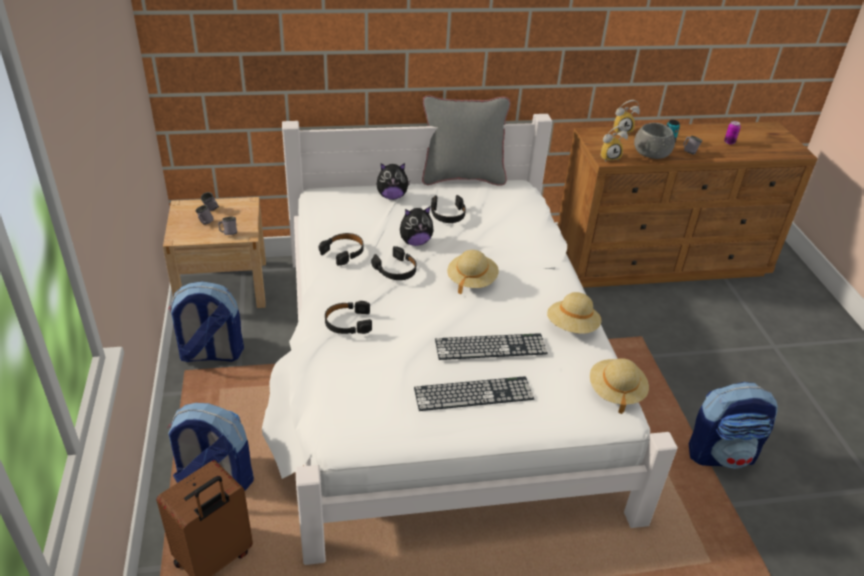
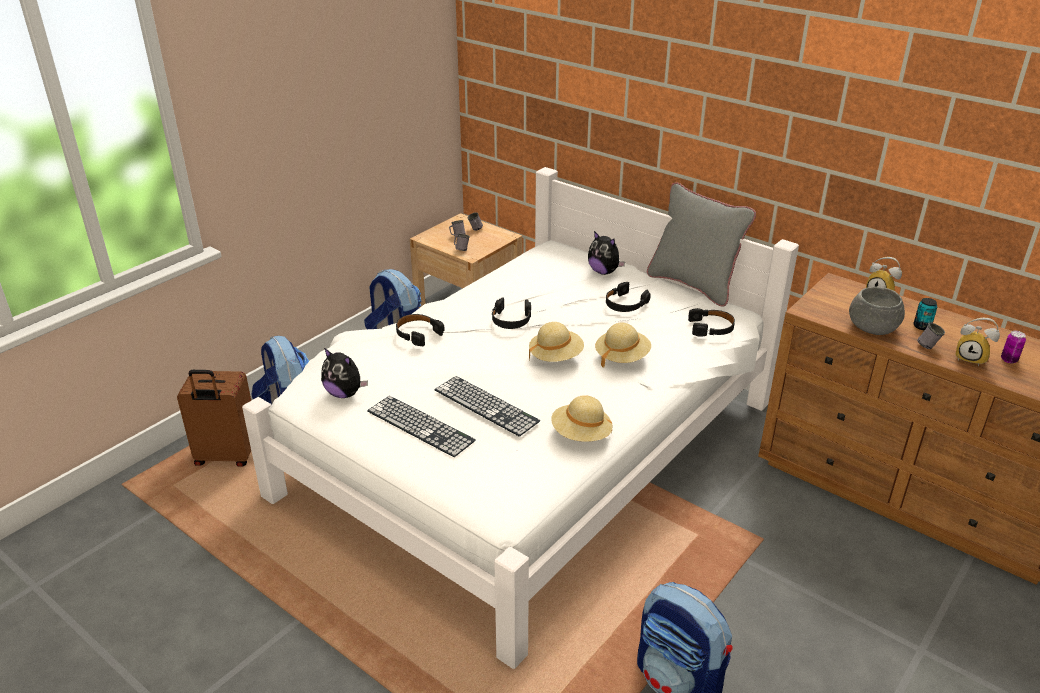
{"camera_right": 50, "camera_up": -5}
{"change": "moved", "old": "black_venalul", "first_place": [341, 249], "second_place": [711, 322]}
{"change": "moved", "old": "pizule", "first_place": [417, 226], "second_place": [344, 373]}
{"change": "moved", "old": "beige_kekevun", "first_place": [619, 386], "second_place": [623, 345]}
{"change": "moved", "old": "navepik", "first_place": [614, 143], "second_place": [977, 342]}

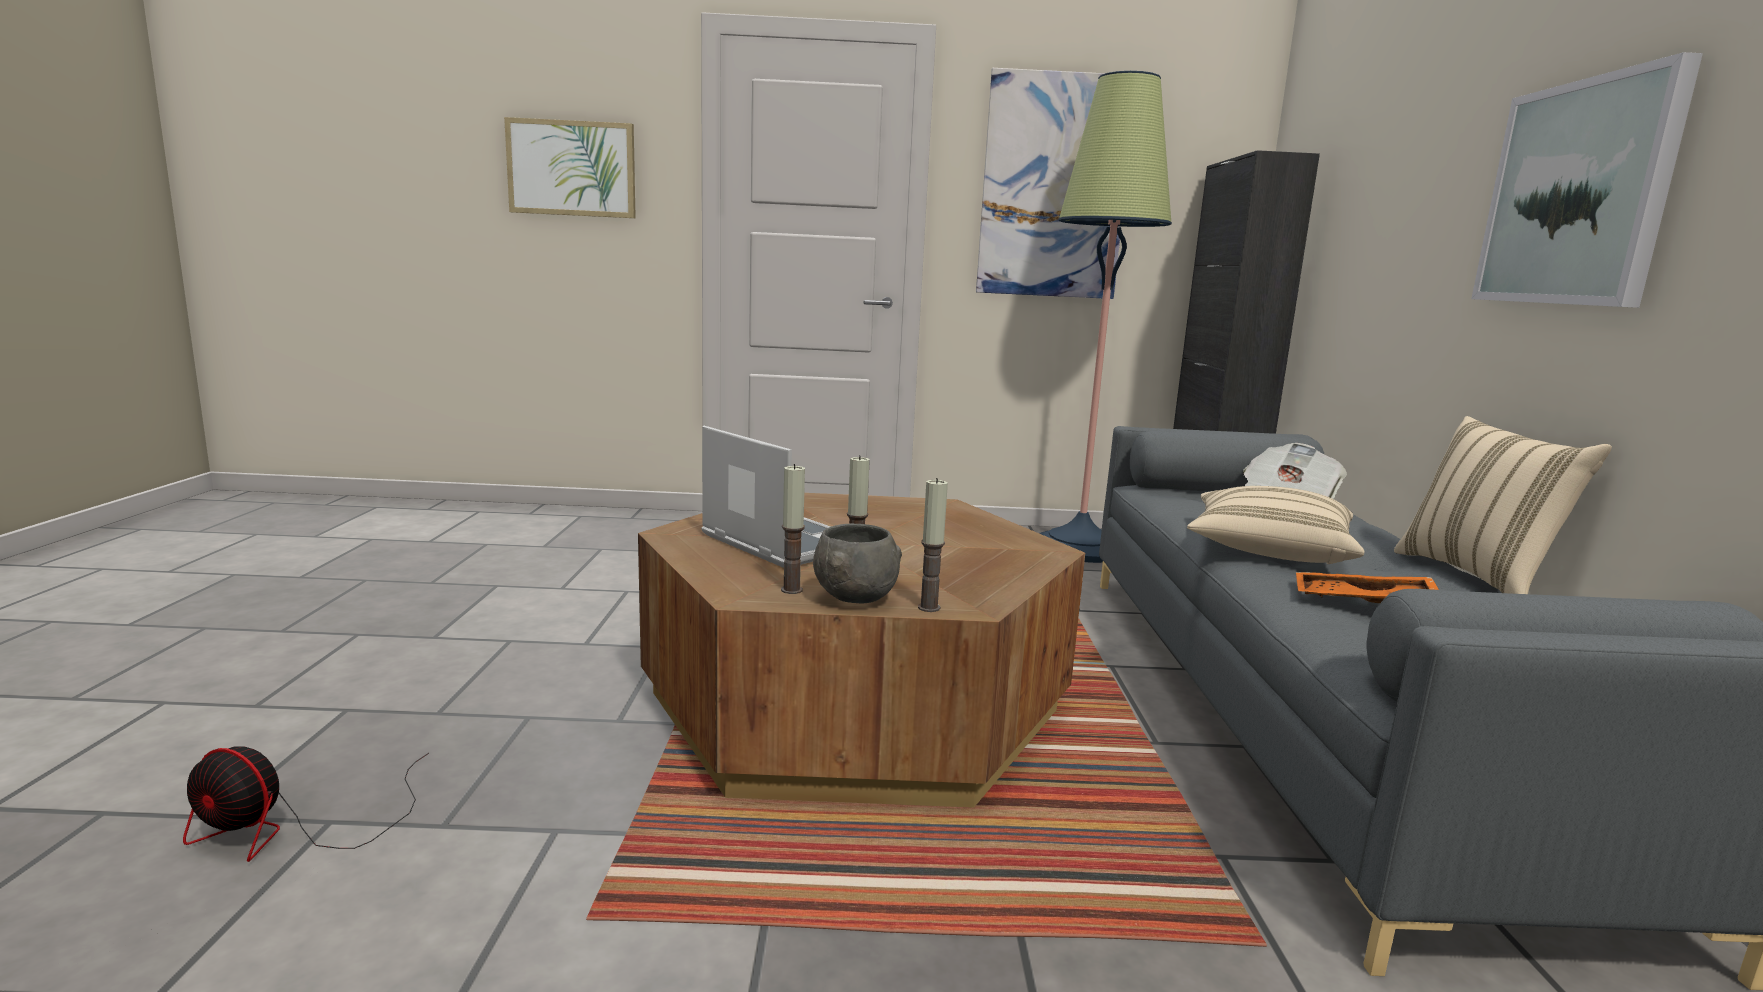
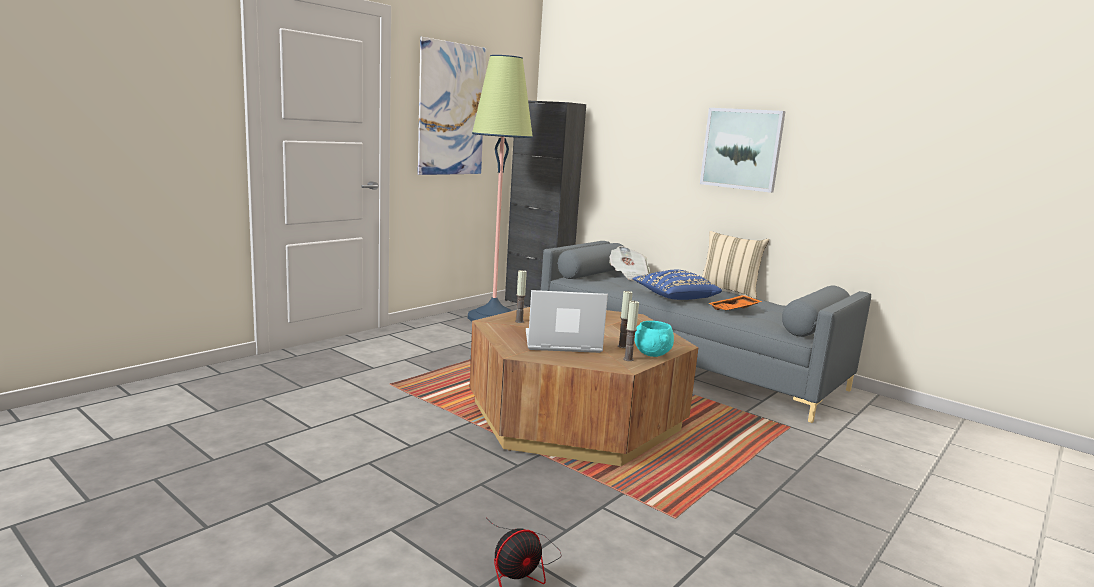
{"camera_right": -50, "camera_up": 0}
{"change": "removed", "old": "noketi", "first_place": [570, 167]}
{"change": "moved", "old": "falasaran", "first_place": [933, 545], "second_place": [521, 296]}
{"change": "recoloured", "old": "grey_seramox", "new": "turquoise_seramox", "first_place": [857, 563], "second_place": [654, 339]}
{"change": "recoloured", "old": "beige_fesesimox", "new": "blue_fesesimox", "first_place": [1275, 525], "second_place": [677, 285]}

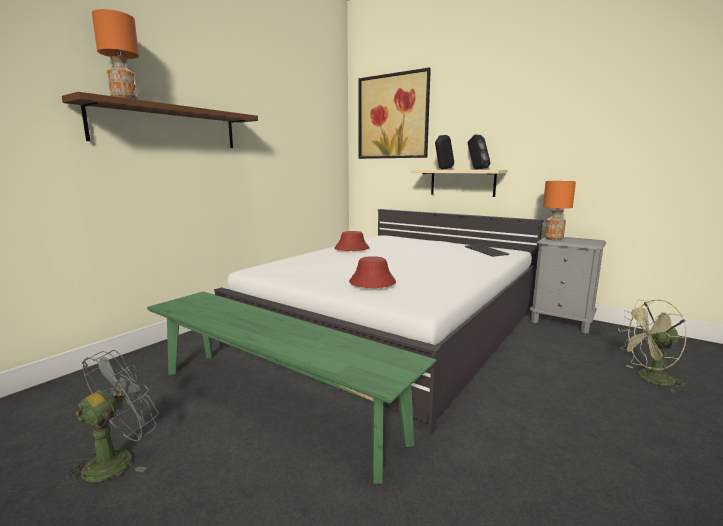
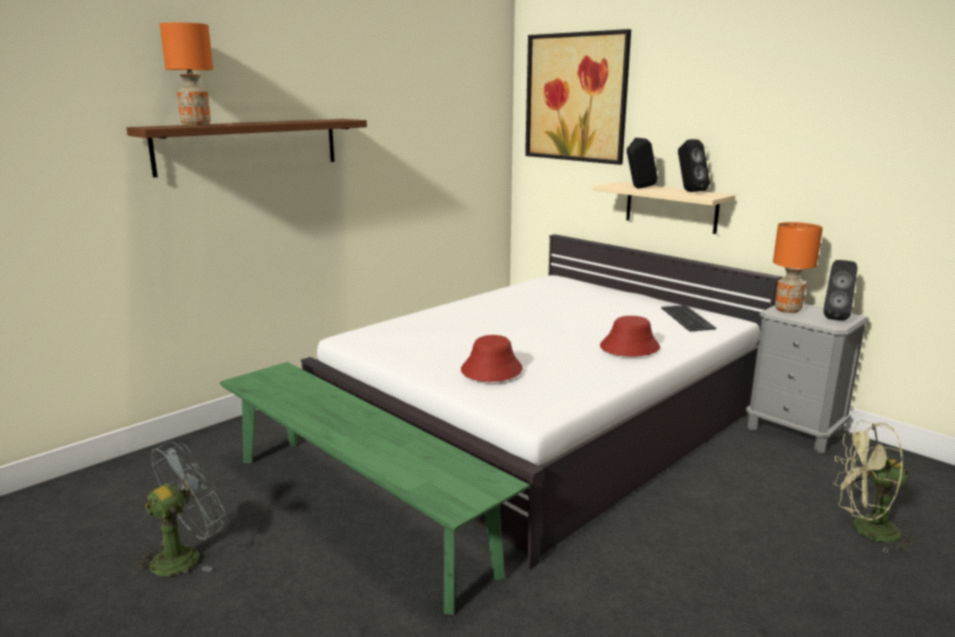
{"camera_right": 10, "camera_up": 5}
{"change": "added", "new": "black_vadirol", "second_place": [840, 290]}
{"change": "moved", "old": "red_kekevun", "first_place": [352, 241], "second_place": [630, 336]}

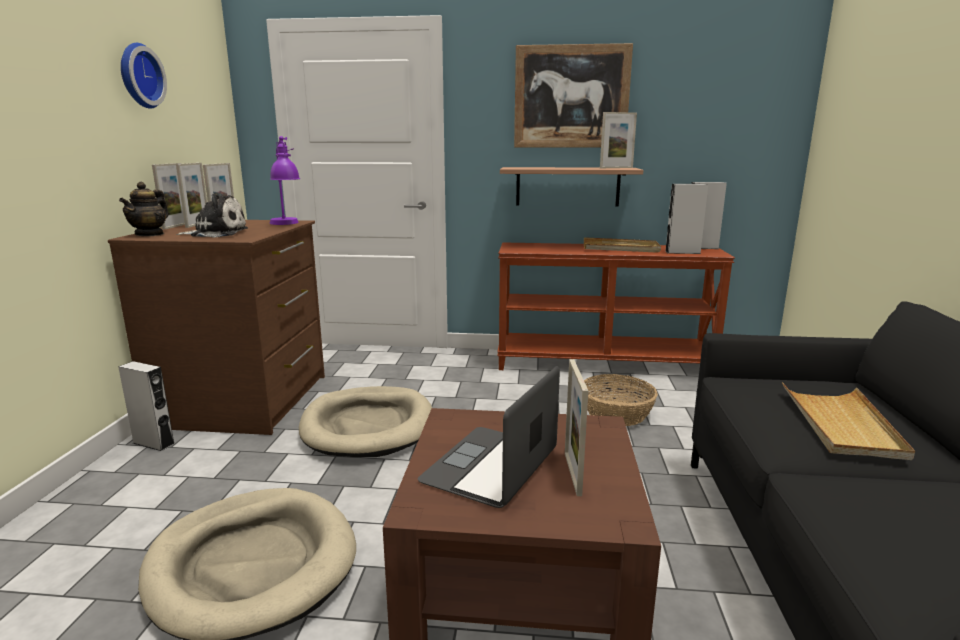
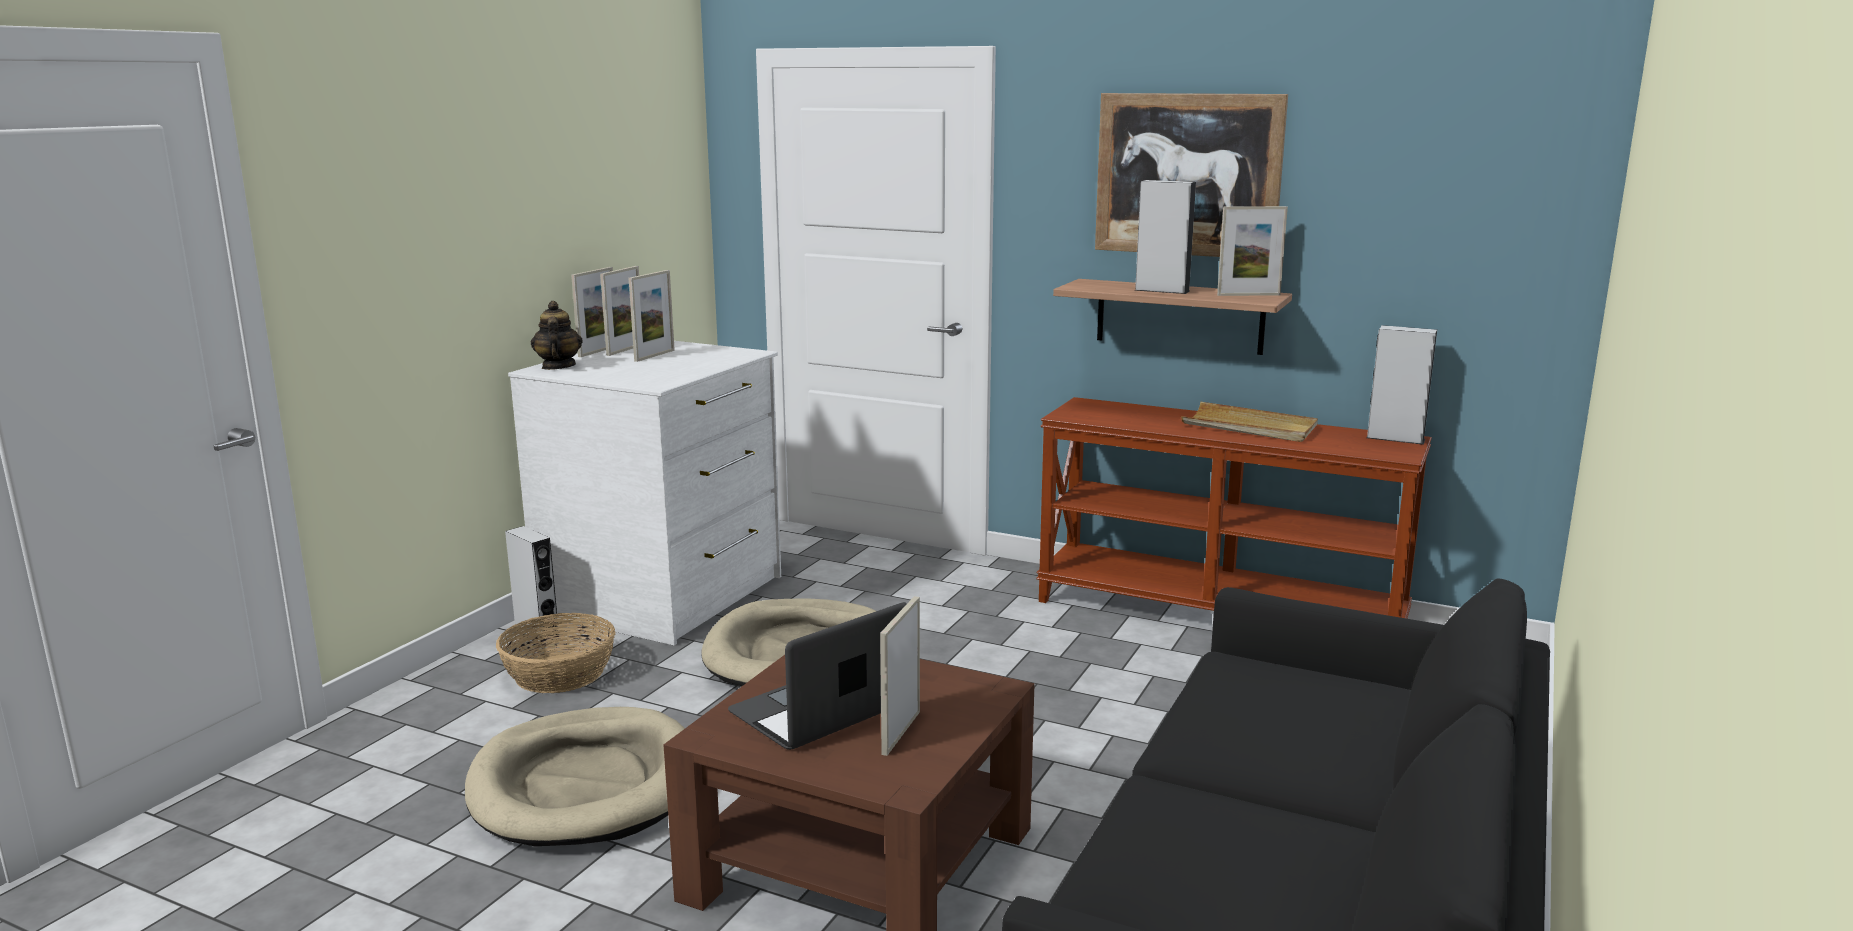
{"camera_right": 20, "camera_up": 0}
{"change": "removed", "old": "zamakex", "first_place": [144, 76]}
{"change": "removed", "old": "pizule", "first_place": [212, 216]}
{"change": "removed", "old": "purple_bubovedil", "first_place": [284, 180]}
{"change": "removed", "old": "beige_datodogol", "first_place": [848, 421]}
{"change": "moved", "old": "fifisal", "first_place": [621, 400], "second_place": [556, 653]}
{"change": "moved", "old": "grey_vadirol", "first_place": [686, 219], "second_place": [1165, 237]}
{"change": "recoloured", "old": "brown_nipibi", "new": "white_nipibi", "first_place": [216, 327], "second_place": [644, 493]}
{"change": "turned", "old": "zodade", "first_place": [144, 209], "second_place": [557, 335], "degrees": 135}

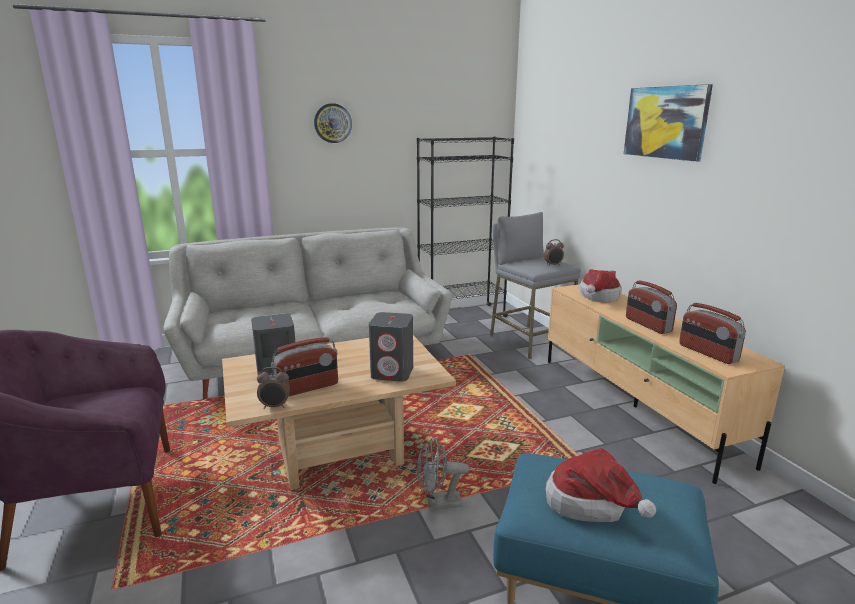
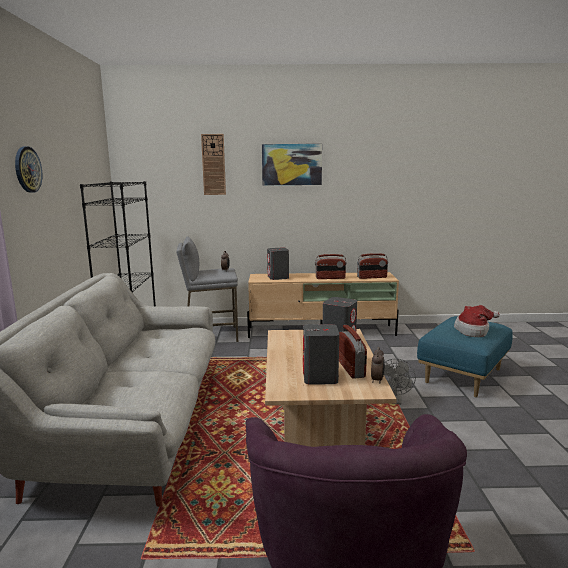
{"camera_right": -70, "camera_up": -5}
{"change": "added", "new": "zamakex", "second_place": [213, 164]}
{"change": "replaced", "old": "kekevun", "new": "grey_vadirol", "first_place": [601, 285], "second_place": [278, 264]}

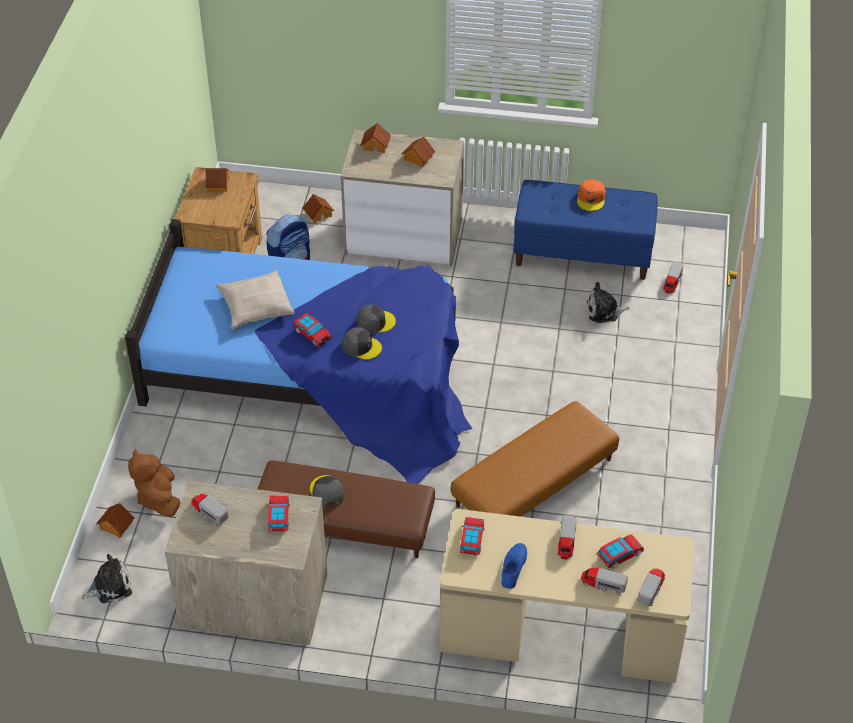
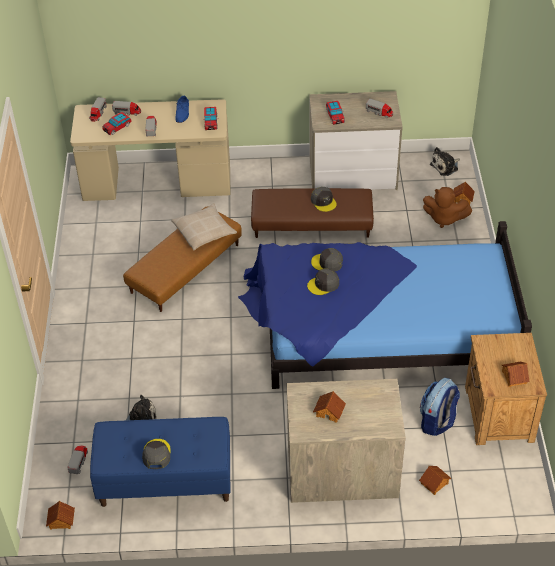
{"camera_right": 170, "camera_up": 0}
{"change": "removed", "old": "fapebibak", "first_place": [312, 330]}
{"change": "moved", "old": "beige_fesesimox", "first_place": [255, 299], "second_place": [204, 226]}
{"change": "moved", "old": "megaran", "first_place": [376, 138], "second_place": [60, 515]}
{"change": "recoloured", "old": "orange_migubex", "new": "grey_migubex", "first_place": [591, 195], "second_place": [156, 454]}
{"change": "turned", "old": "brown_pizule", "first_place": [154, 483], "second_place": [448, 207], "degrees": 135}

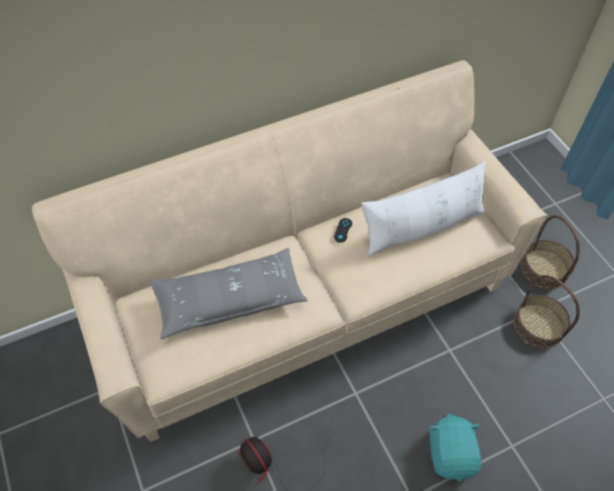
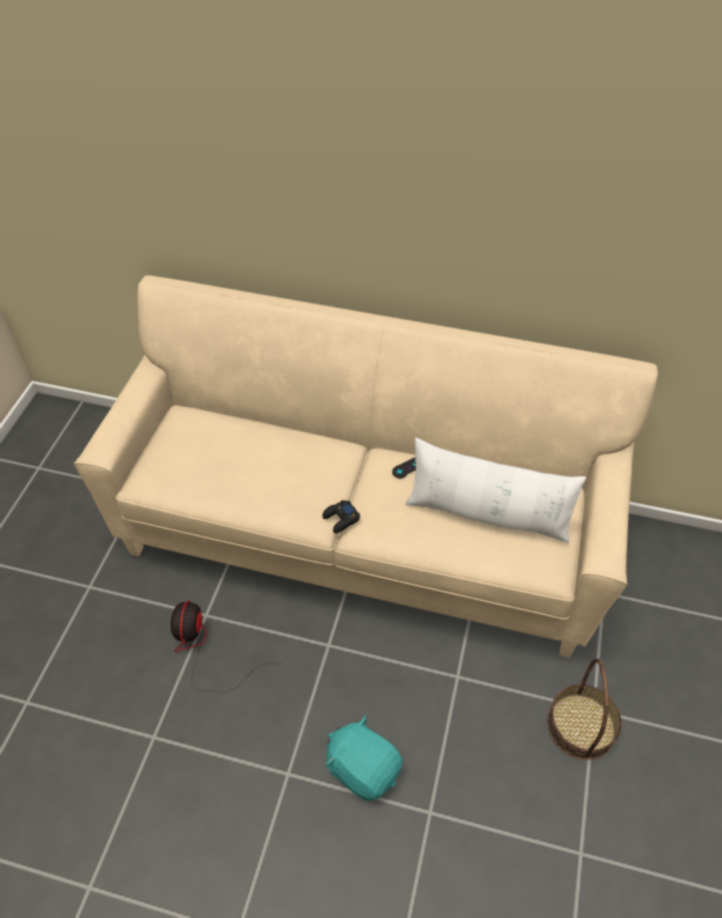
{"camera_right": 40, "camera_up": -5}
{"change": "removed", "old": "grey_fesesimox", "first_place": [229, 293]}
{"change": "removed", "old": "fifisal", "first_place": [550, 252]}
{"change": "added", "new": "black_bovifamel", "second_place": [341, 516]}
{"change": "turned", "old": "turquoise_pizule", "first_place": [455, 447], "second_place": [364, 758], "degrees": -90}

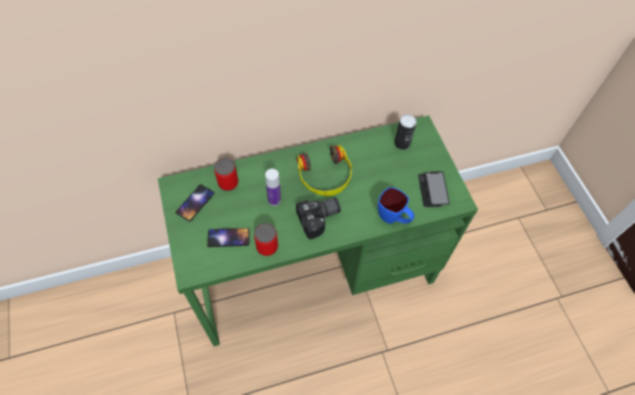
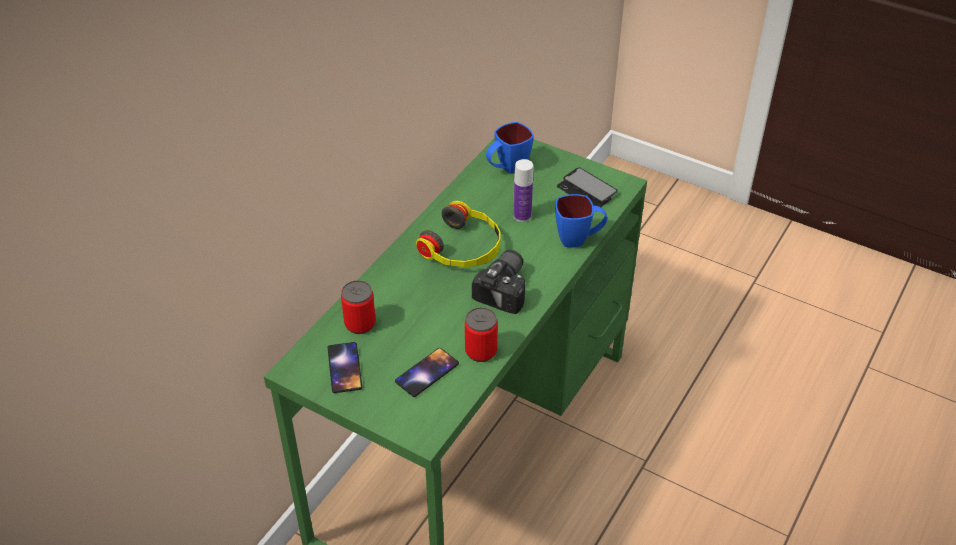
{"camera_right": -40, "camera_up": -15}
{"change": "moved", "old": "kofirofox", "first_place": [273, 187], "second_place": [523, 190]}
{"change": "replaced", "old": "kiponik", "new": "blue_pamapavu", "first_place": [405, 132], "second_place": [510, 148]}

